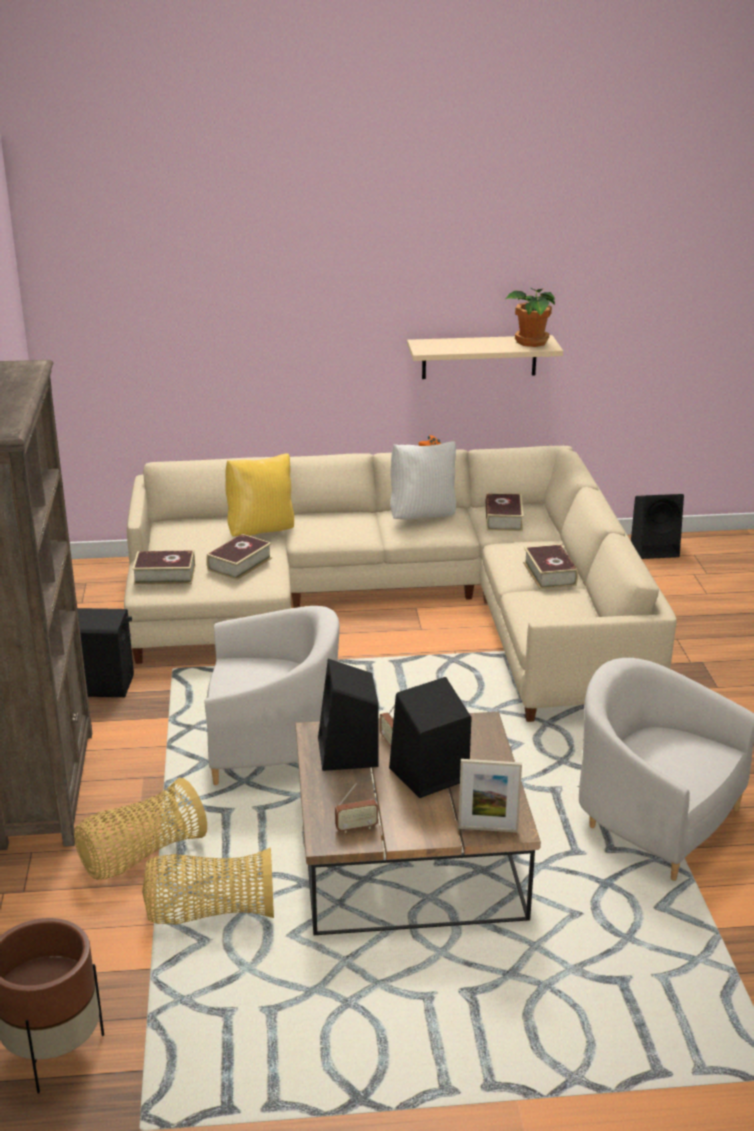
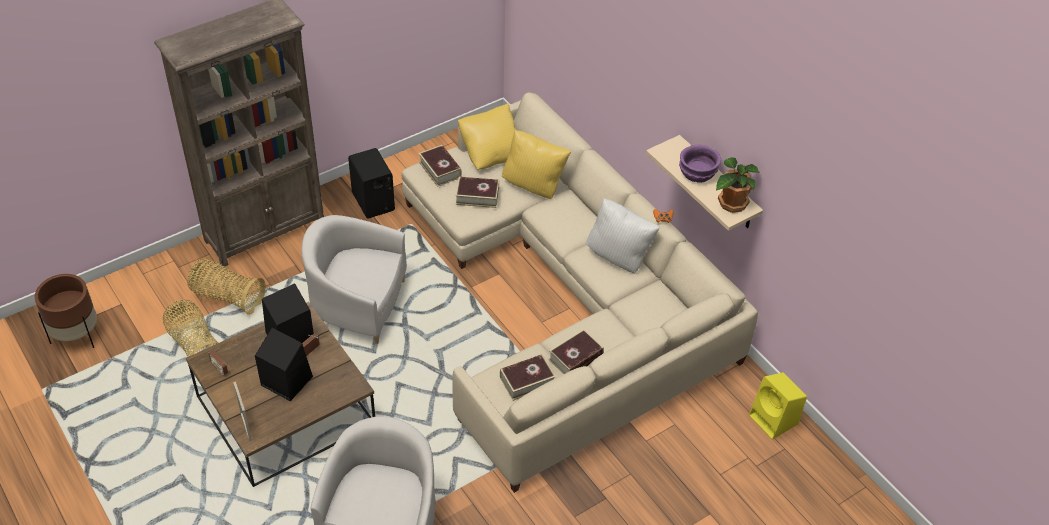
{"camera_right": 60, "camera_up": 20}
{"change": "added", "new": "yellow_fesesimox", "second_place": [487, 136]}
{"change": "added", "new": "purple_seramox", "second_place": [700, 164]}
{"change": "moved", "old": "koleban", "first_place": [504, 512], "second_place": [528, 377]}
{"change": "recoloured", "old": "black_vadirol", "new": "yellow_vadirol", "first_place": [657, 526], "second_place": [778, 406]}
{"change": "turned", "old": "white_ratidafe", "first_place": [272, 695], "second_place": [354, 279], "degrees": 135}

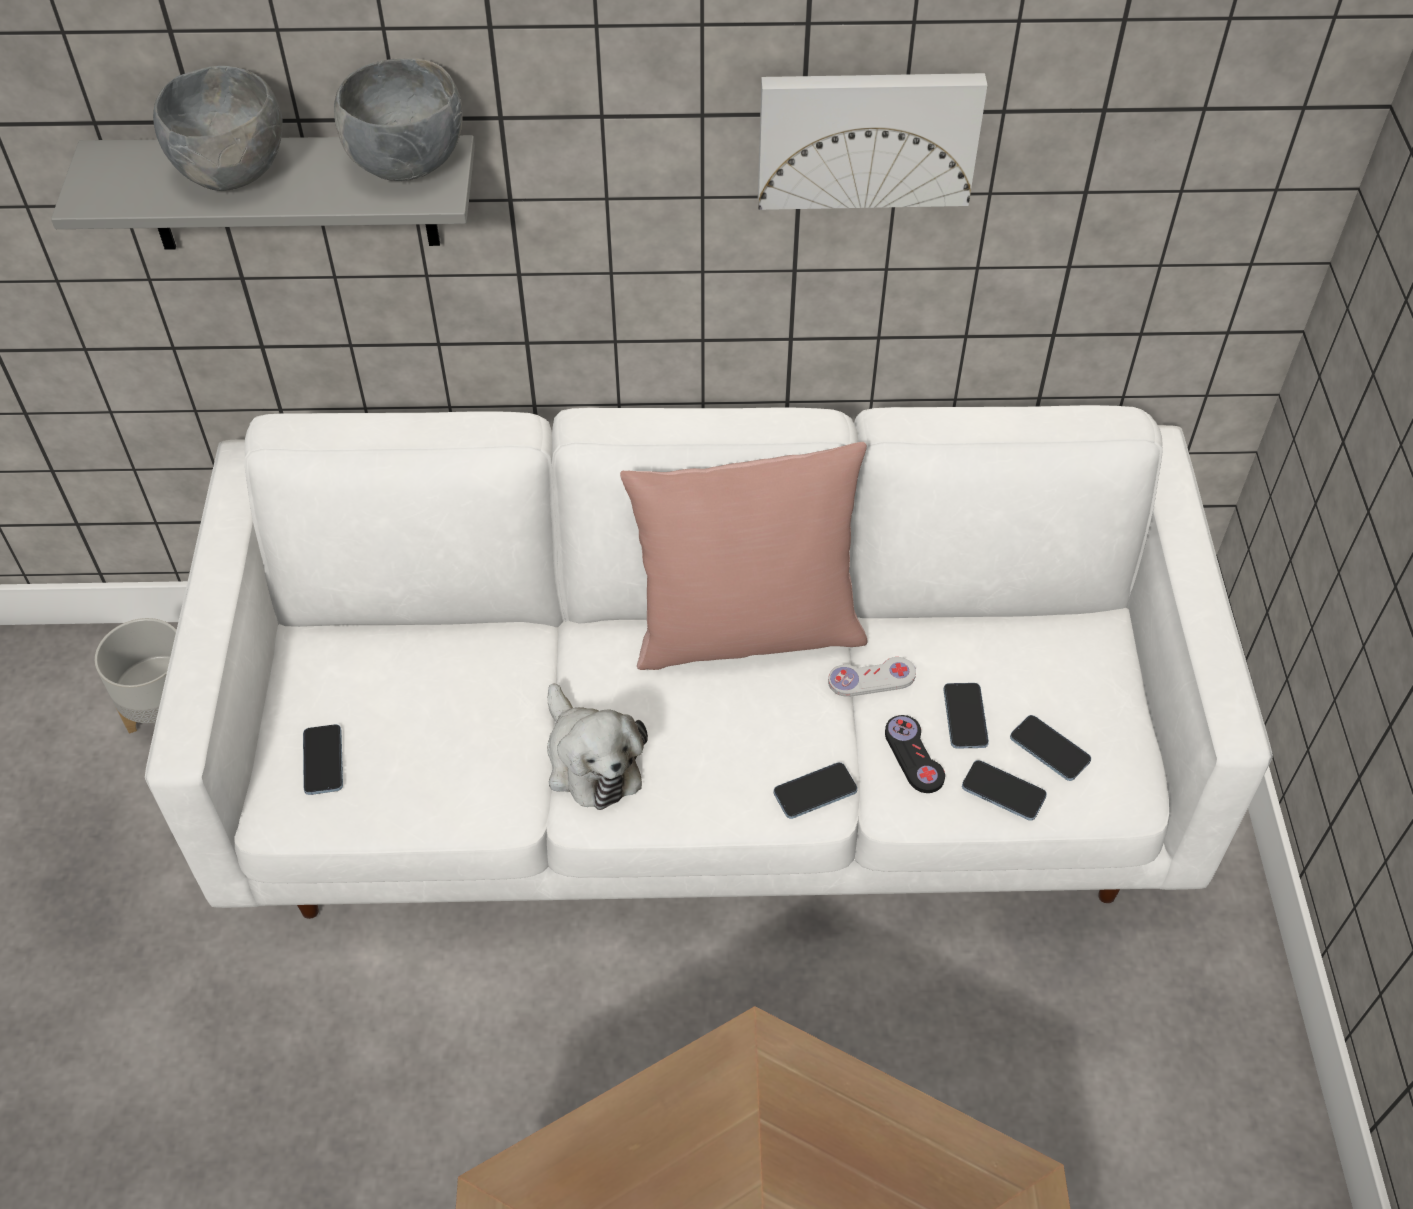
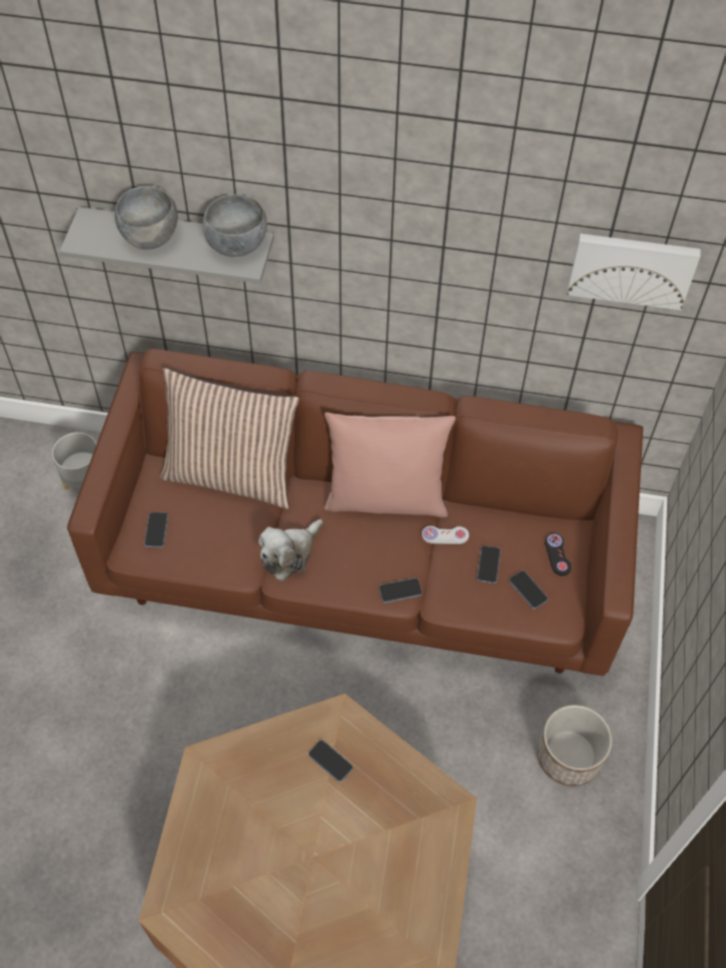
{"camera_right": 10, "camera_up": 5}
{"change": "added", "new": "fesesimox", "second_place": [230, 438]}
{"change": "added", "new": "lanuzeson", "second_place": [574, 746]}
{"change": "moved", "old": "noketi", "first_place": [872, 141], "second_place": [634, 272]}
{"change": "moved", "old": "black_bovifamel", "first_place": [915, 754], "second_place": [558, 554]}
{"change": "moved", "old": "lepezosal", "first_place": [1004, 790], "second_place": [330, 761]}
{"change": "recoloured", "old": "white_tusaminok", "new": "brown_tusaminok", "first_place": [709, 662], "second_place": [355, 512]}
{"change": "turned", "old": "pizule", "first_place": [597, 747], "second_place": [290, 550], "degrees": 60}

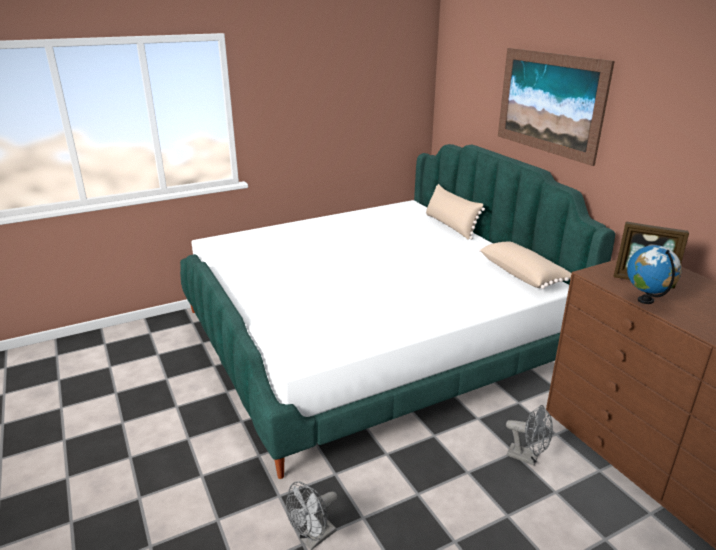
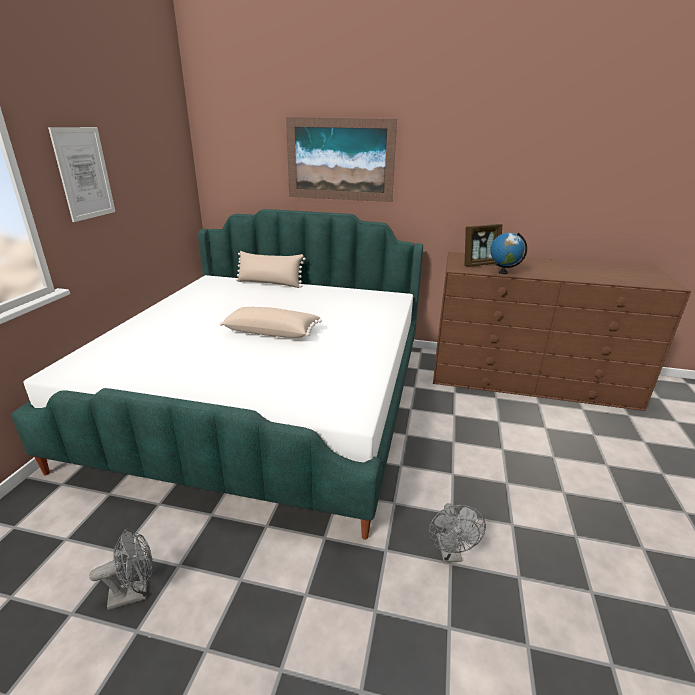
{"camera_right": -50, "camera_up": 0}
{"change": "added", "new": "noketi", "second_place": [81, 174]}
{"change": "moved", "old": "beige_fesesimox", "first_place": [525, 265], "second_place": [271, 322]}
{"change": "moved", "old": "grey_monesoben", "first_place": [529, 435], "second_place": [121, 569]}

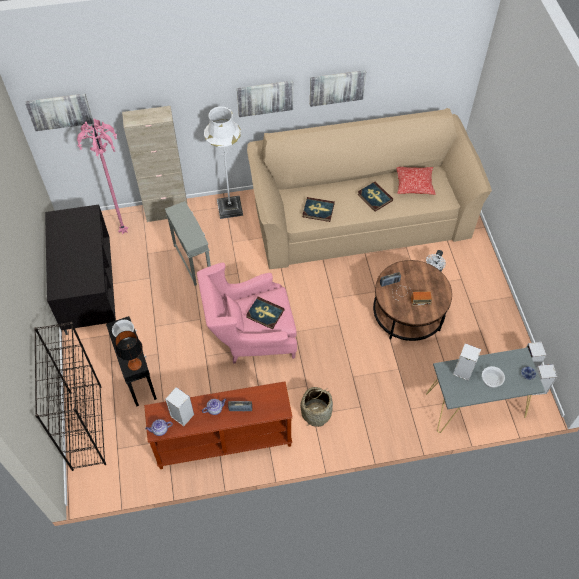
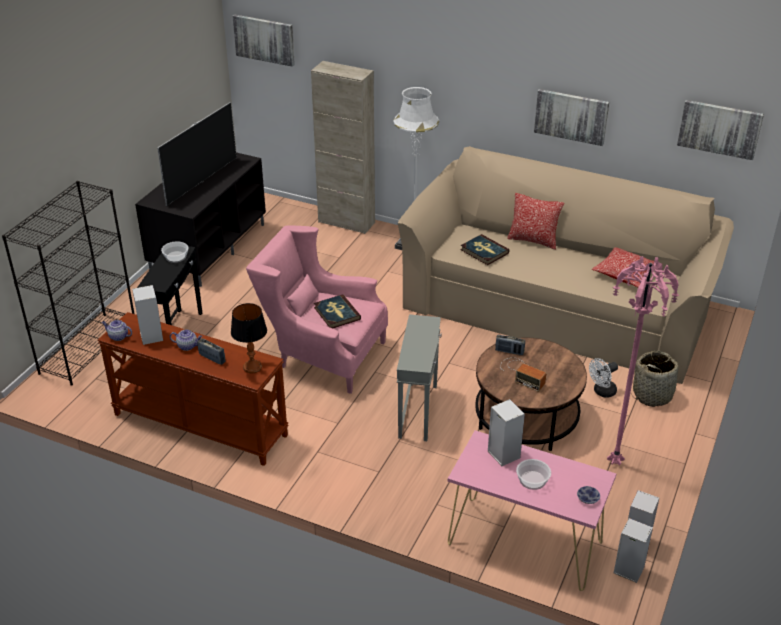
{"camera_right": 35, "camera_up": -20}
{"change": "removed", "old": "koleban", "first_place": [375, 196]}
{"change": "added", "new": "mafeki", "second_place": [197, 154]}
{"change": "added", "new": "fesesimox", "second_place": [535, 221]}
{"change": "moved", "old": "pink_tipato", "first_place": [102, 176], "second_place": [643, 361]}
{"change": "moved", "old": "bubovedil", "first_place": [129, 351], "second_place": [249, 338]}
{"change": "moved", "old": "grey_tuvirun", "first_place": [188, 243], "second_place": [419, 377]}
{"change": "moved", "old": "noketi", "first_place": [265, 99], "second_place": [720, 130]}
{"change": "moved", "old": "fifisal", "first_place": [316, 407], "second_place": [657, 378]}
{"change": "recoloured", "old": "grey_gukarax", "new": "pink_gukarax", "first_place": [485, 390], "second_place": [532, 510]}

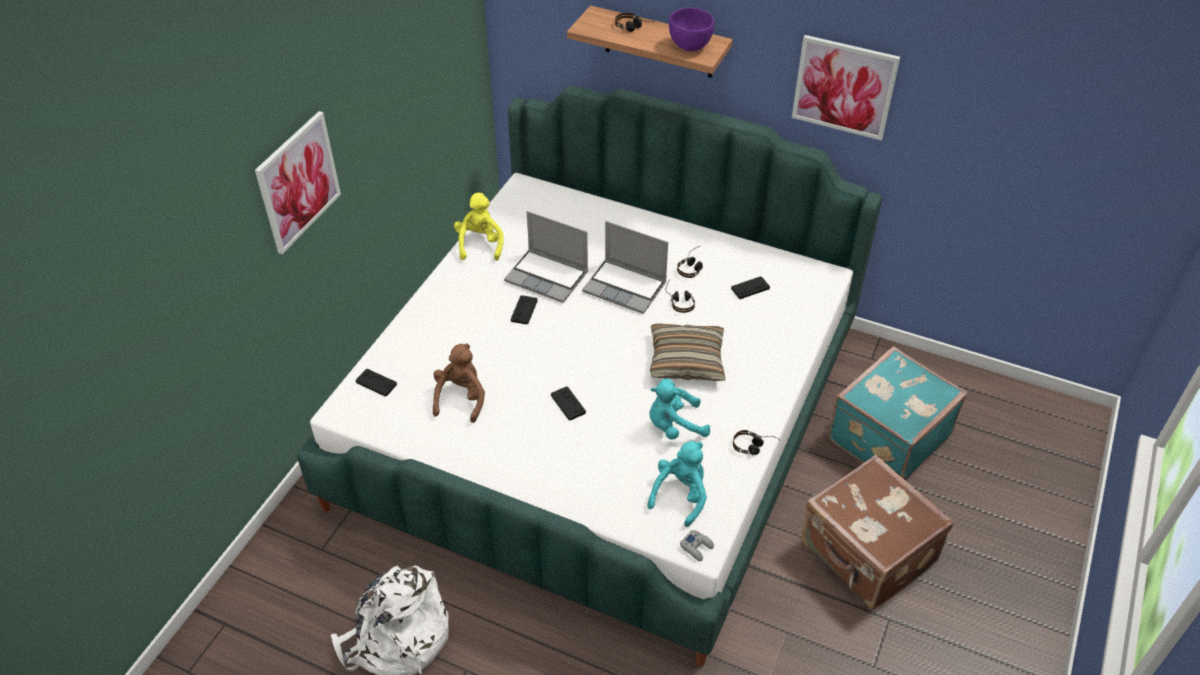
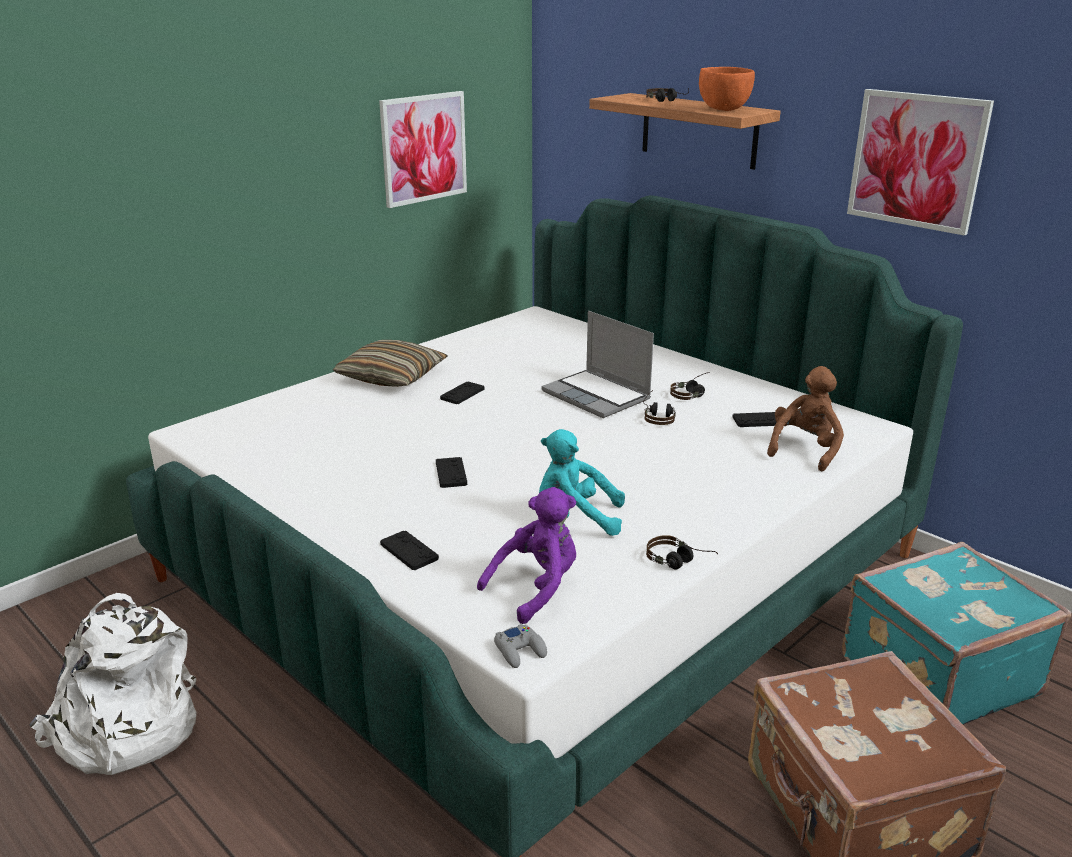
{"camera_right": 20, "camera_up": -20}
{"change": "removed", "old": "yellow_pizule", "first_place": [479, 227]}
{"change": "removed", "old": "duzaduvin", "first_place": [546, 257]}
{"change": "moved", "old": "noketi", "first_place": [298, 182], "second_place": [423, 149]}
{"change": "moved", "old": "black_bovifamel", "first_place": [376, 382], "second_place": [409, 550]}
{"change": "moved", "old": "brown_pizule", "first_place": [459, 383], "second_place": [805, 419]}
{"change": "moved", "old": "fesesimox", "first_place": [687, 352], "second_place": [390, 363]}
{"change": "recoloured", "old": "turquoise_pizule", "new": "purple_pizule", "first_place": [677, 484], "second_place": [526, 555]}
{"change": "recoloured", "old": "purple_seramox", "new": "orange_seramox", "first_place": [691, 29], "second_place": [727, 89]}

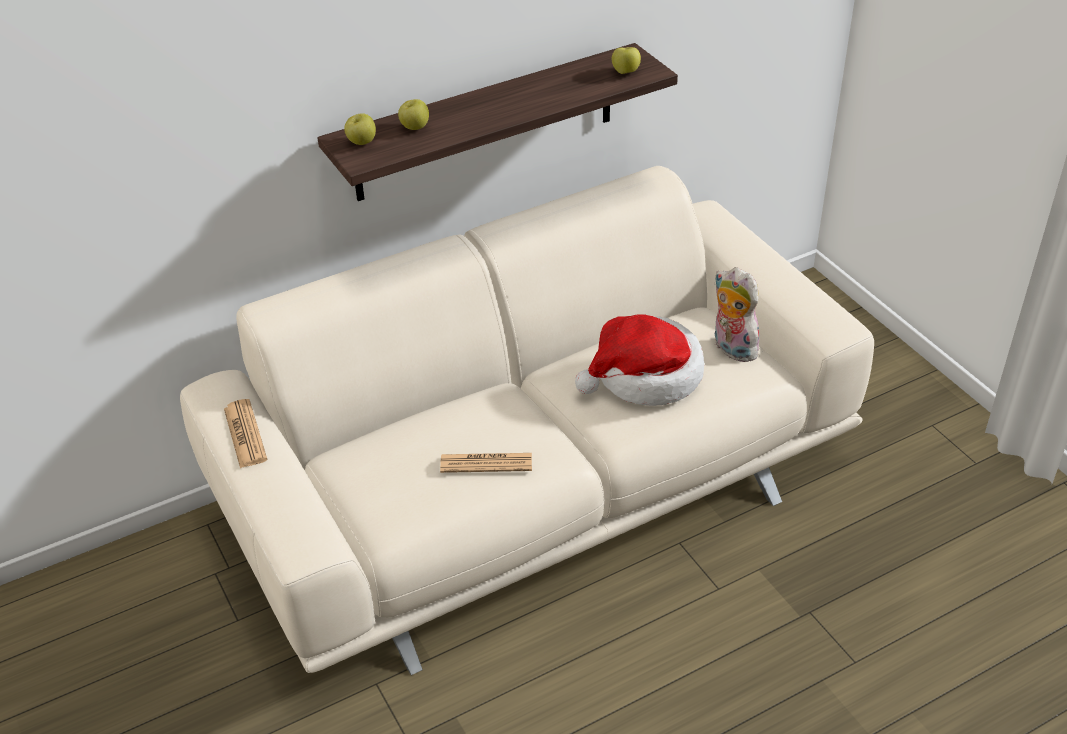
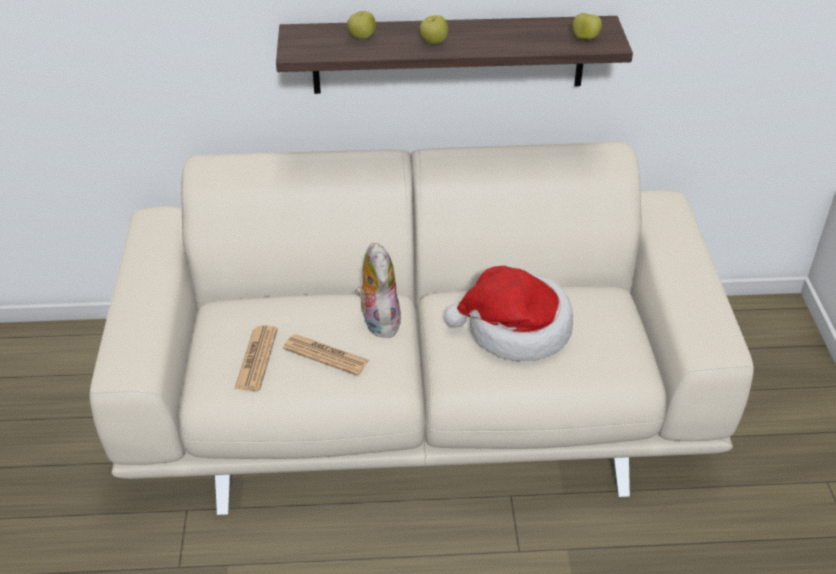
{"camera_right": 25, "camera_up": 0}
{"change": "moved", "old": "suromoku", "first_place": [246, 433], "second_place": [256, 358]}
{"change": "moved", "old": "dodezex", "first_place": [360, 129], "second_place": [434, 29]}
{"change": "moved", "old": "pizule", "first_place": [736, 314], "second_place": [378, 290]}

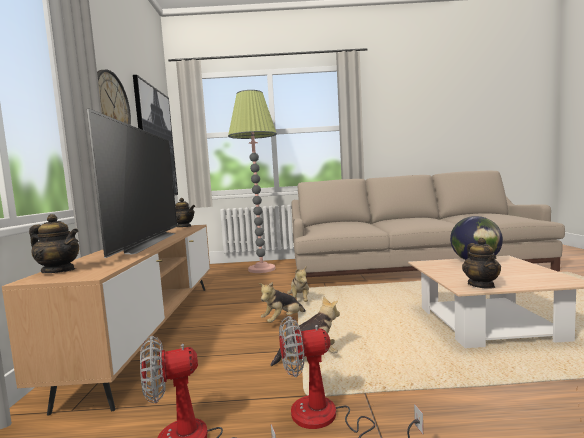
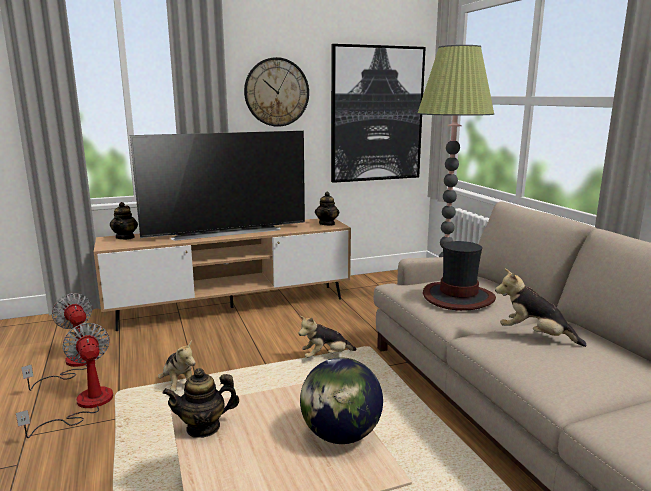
{"camera_right": 70, "camera_up": 10}
{"change": "added", "new": "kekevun", "second_place": [459, 276]}
{"change": "moved", "old": "pizule", "first_place": [282, 302], "second_place": [541, 308]}

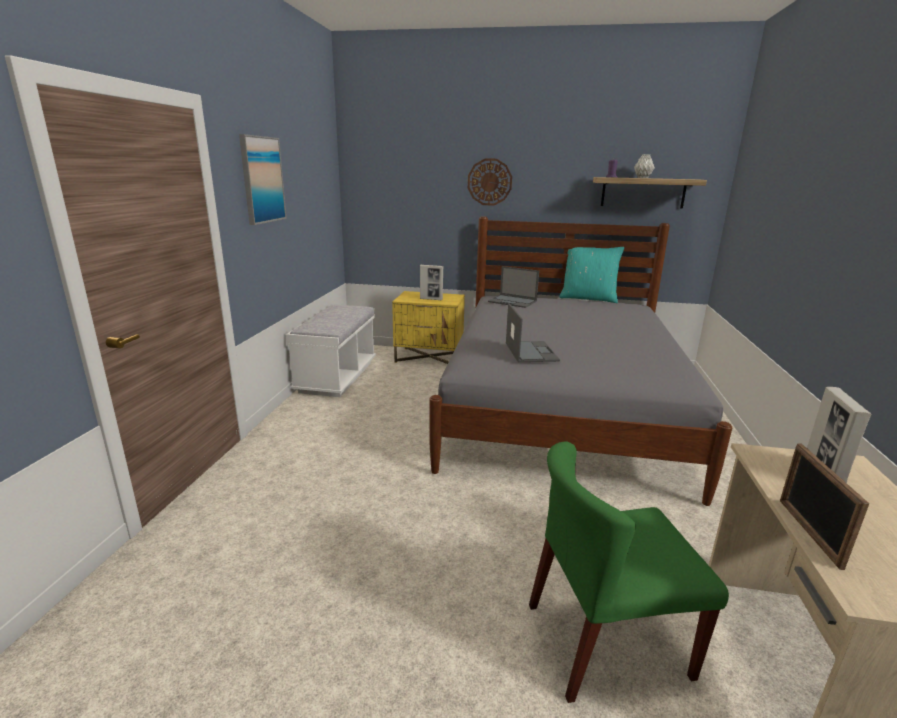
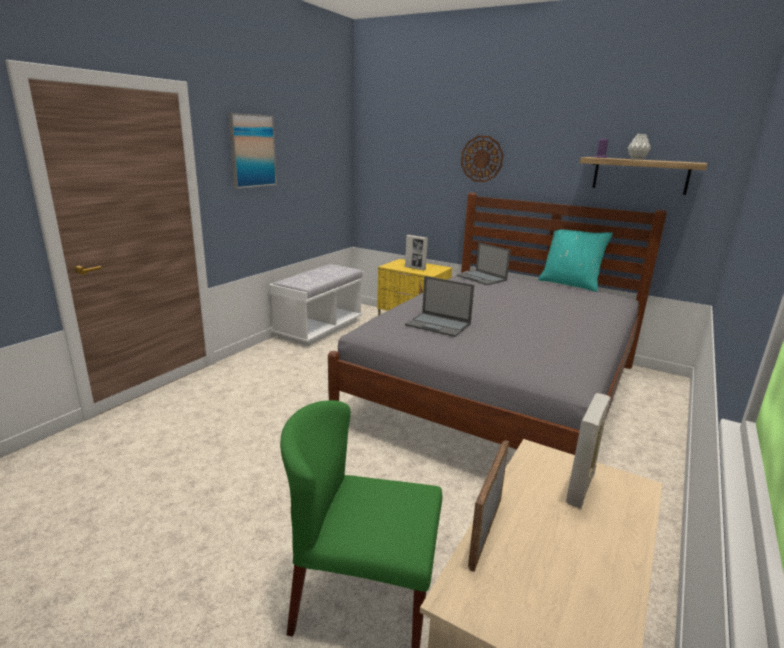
{"camera_right": 20, "camera_up": 0}
{"change": "turned", "old": "duzaduvin", "first_place": [533, 333], "second_place": [439, 306], "degrees": 105}

